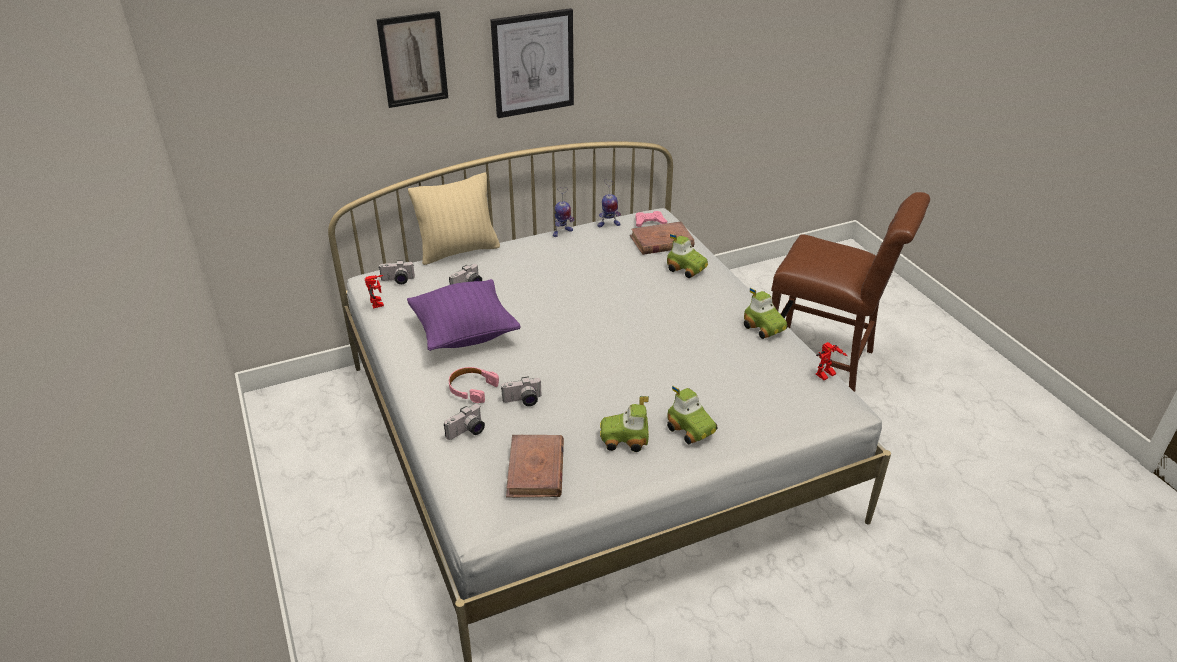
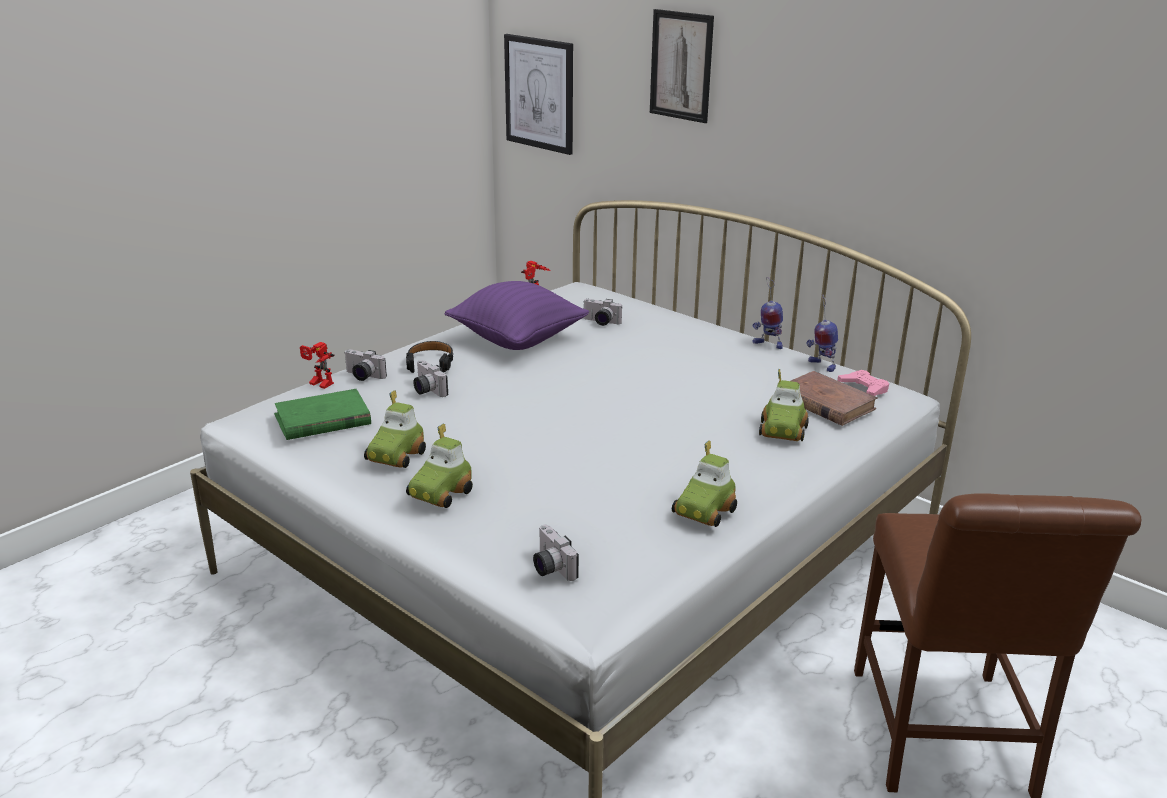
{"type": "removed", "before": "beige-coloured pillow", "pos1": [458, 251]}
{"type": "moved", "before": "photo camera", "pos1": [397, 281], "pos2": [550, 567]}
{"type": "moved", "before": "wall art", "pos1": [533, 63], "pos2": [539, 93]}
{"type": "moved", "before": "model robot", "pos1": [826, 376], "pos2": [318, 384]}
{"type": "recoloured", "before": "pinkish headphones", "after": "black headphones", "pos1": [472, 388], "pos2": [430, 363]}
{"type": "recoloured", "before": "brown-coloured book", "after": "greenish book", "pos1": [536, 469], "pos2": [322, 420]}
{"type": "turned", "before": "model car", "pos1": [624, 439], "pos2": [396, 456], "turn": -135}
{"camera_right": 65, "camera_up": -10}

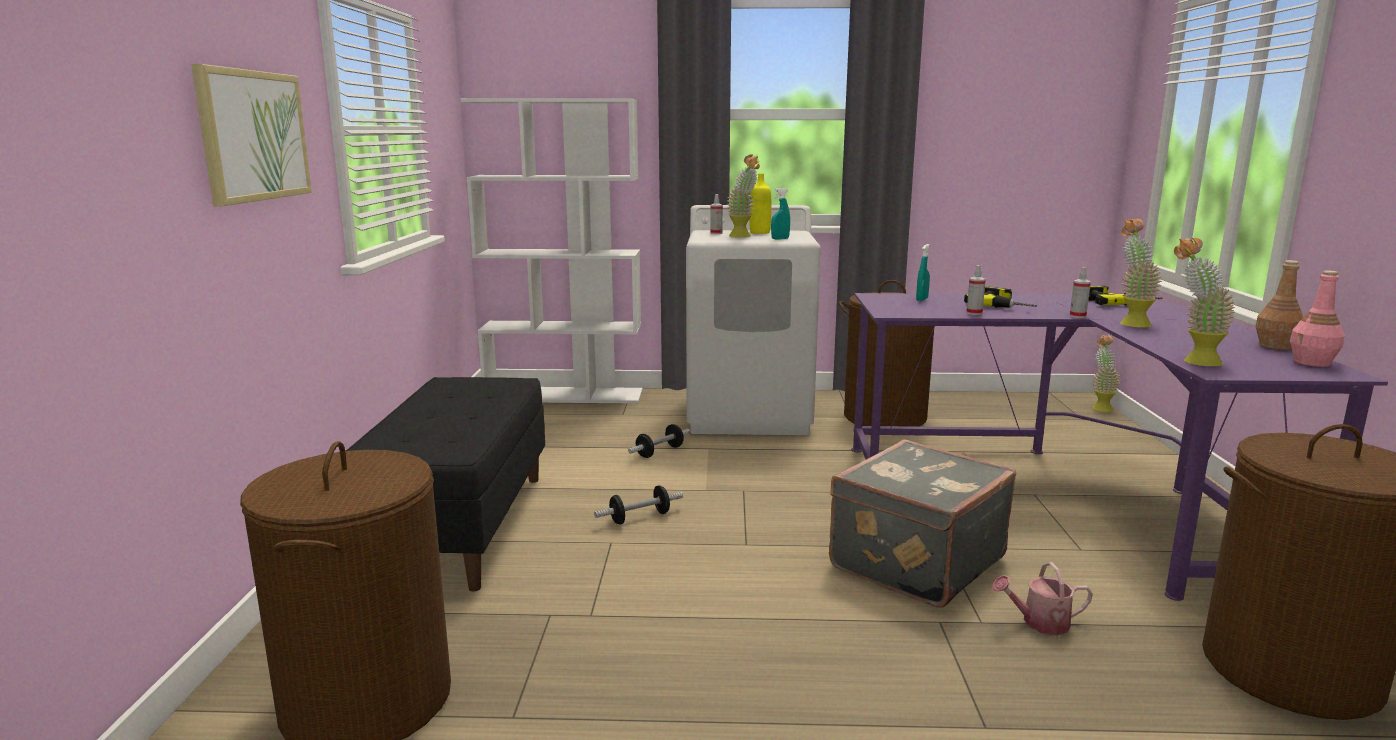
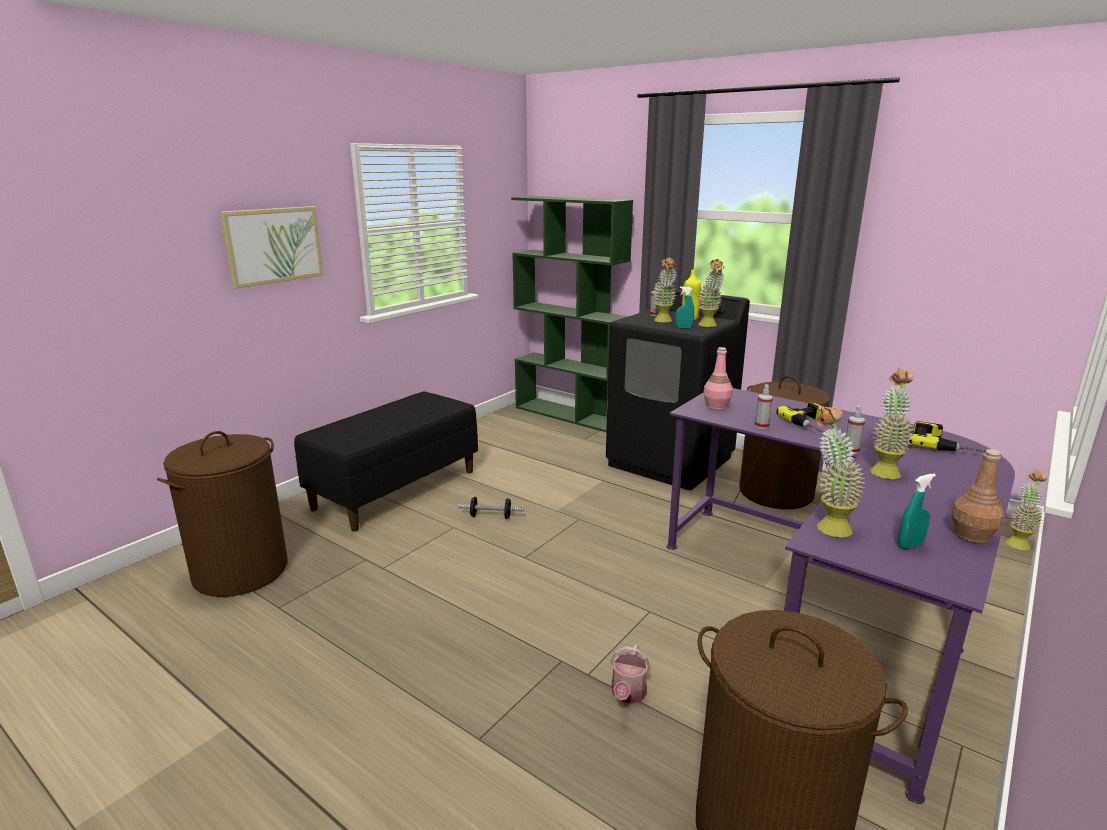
{"type": "removed", "before": "hand weight", "pos1": [659, 452]}
{"type": "removed", "before": "grey piece of luggage", "pos1": [914, 562]}
{"type": "added", "after": "potted plant", "pos2": [709, 326]}
{"type": "moved", "before": "turquoise-coloured spray bottle", "pos1": [922, 299], "pos2": [910, 545]}
{"type": "moved", "before": "pinkish bottle", "pos1": [1312, 363], "pos2": [716, 406]}
{"type": "recoloured", "before": "white-coloured bookshelf", "after": "greenish bookshelf", "pos1": [565, 395], "pos2": [569, 415]}
{"type": "recoloured", "before": "white-coloured laundry appliance", "after": "black laundry appliance", "pos1": [749, 414], "pos2": [670, 461]}
{"type": "turned", "before": "watering pot", "pos1": [1039, 623], "pos2": [627, 694], "turn": -105}
{"camera_right": 35, "camera_up": 5}

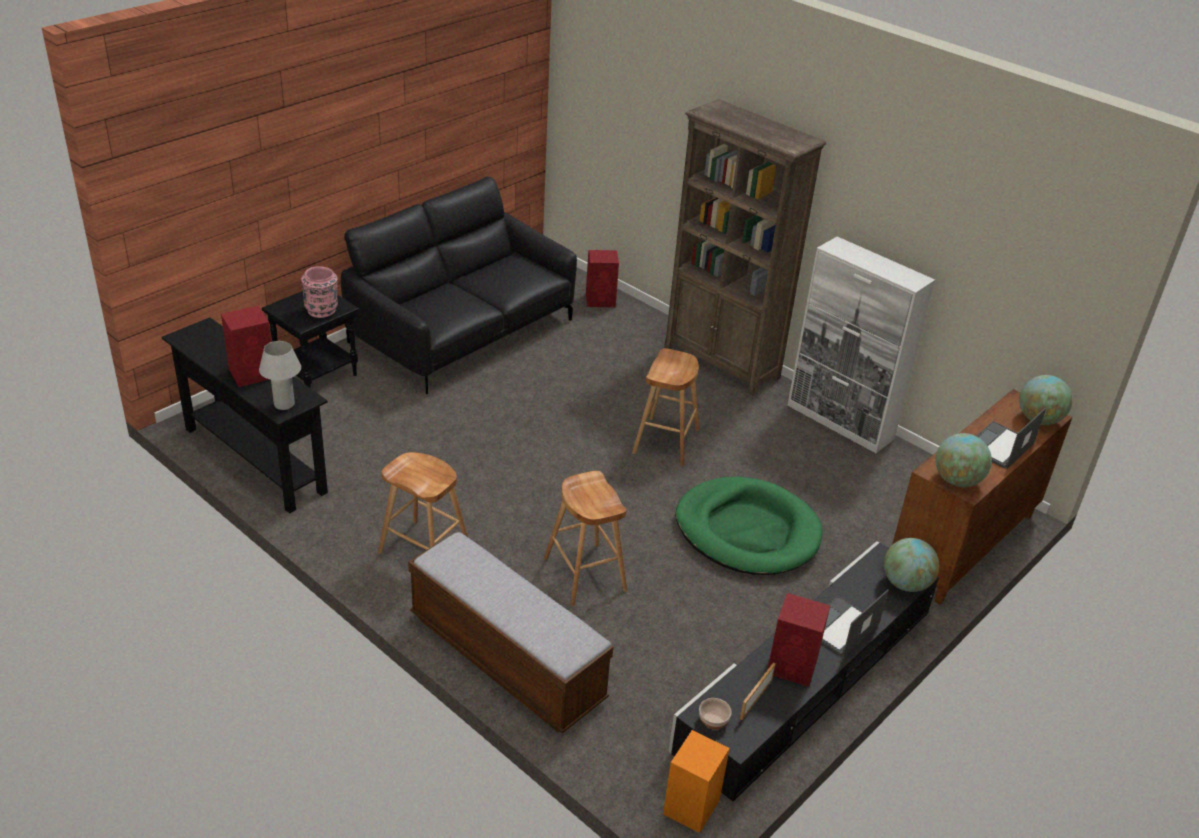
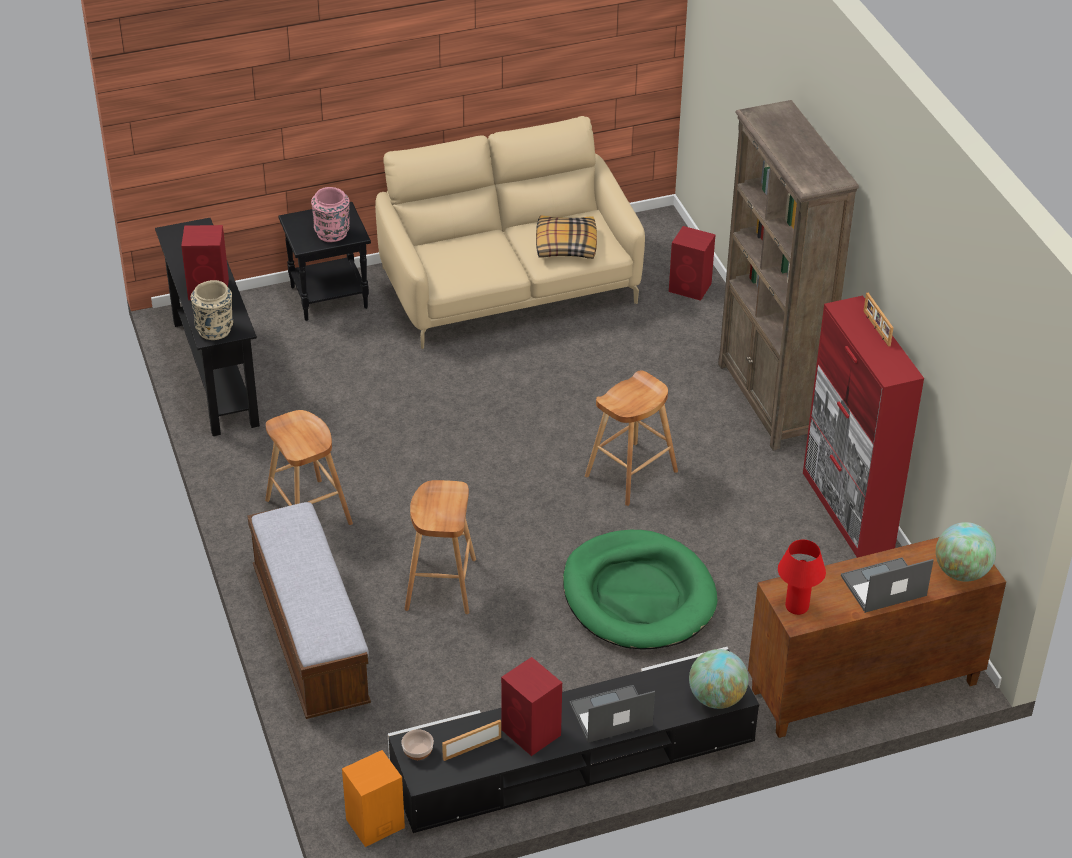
{"type": "added", "after": "pillow", "pos2": [565, 245]}
{"type": "added", "after": "picture frame", "pos2": [876, 328]}
{"type": "replaced", "before": "white-coloured table lamp", "after": "beige-coloured vase", "pos1": [284, 404], "pos2": [215, 330]}
{"type": "replaced", "before": "world globe", "after": "reddish table lamp", "pos1": [957, 480], "pos2": [797, 607]}
{"type": "recoloured", "before": "black couch", "after": "beige-coloured couch", "pos1": [462, 331], "pos2": [509, 286]}
{"type": "recoloured", "before": "white-coloured cabinet", "after": "reddish cabinet", "pos1": [840, 422], "pos2": [847, 511]}
{"camera_right": 30, "camera_up": 5}

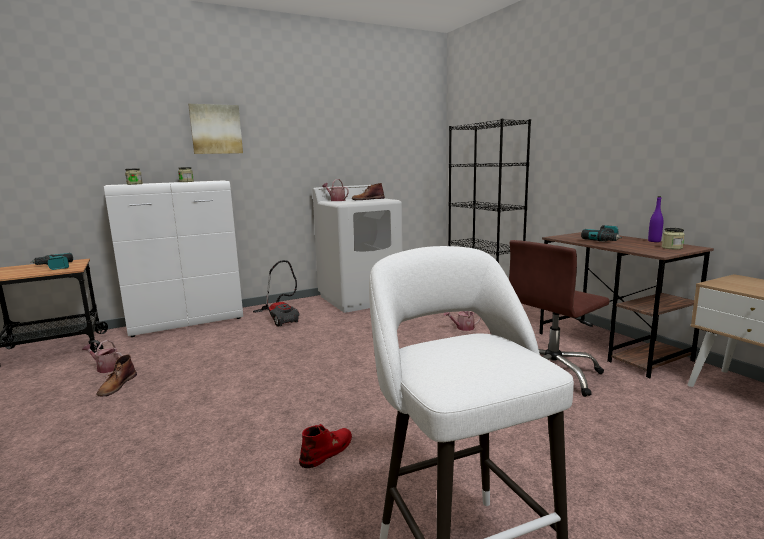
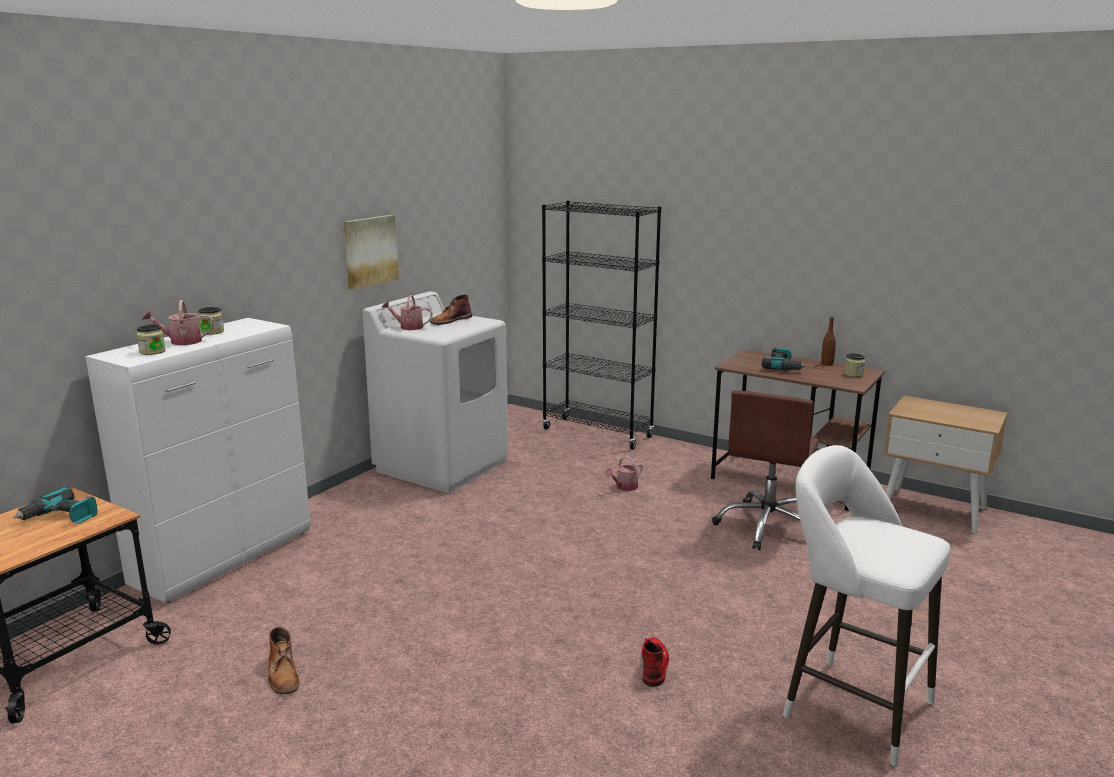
{"type": "removed", "before": "vacuum cleaner", "pos1": [281, 318]}
{"type": "moved", "before": "watering pot", "pos1": [106, 368], "pos2": [181, 342]}
{"type": "moved", "before": "wall art", "pos1": [216, 129], "pos2": [369, 251]}
{"type": "recoloured", "before": "purplish bottle", "after": "brown-coloured bottle", "pos1": [654, 241], "pos2": [827, 364]}
{"camera_right": -30, "camera_up": 5}

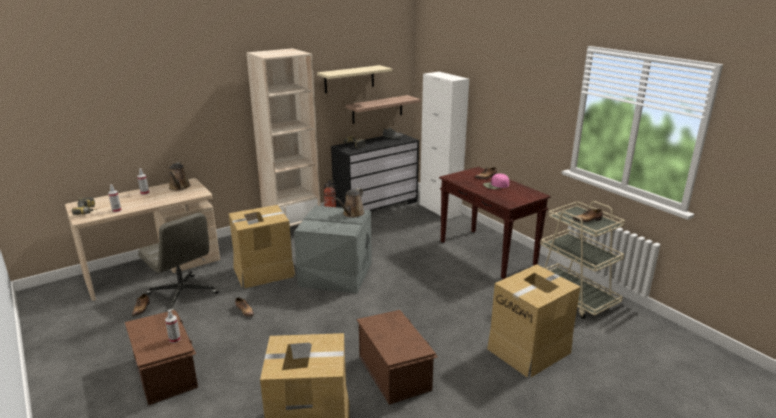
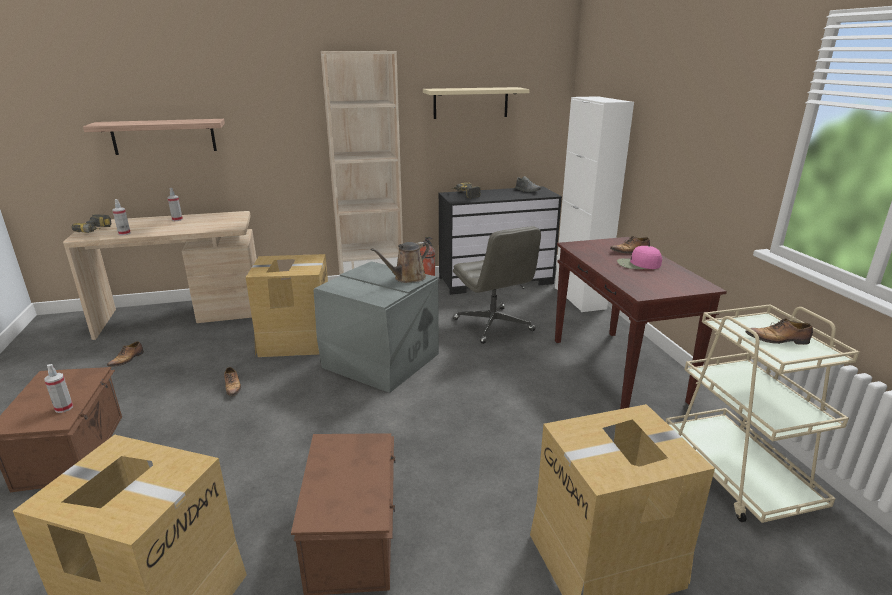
{"type": "removed", "before": "brown-coloured watering pot", "pos1": [179, 187]}
{"type": "moved", "before": "grey office chair", "pos1": [183, 294], "pos2": [493, 325]}
{"type": "moved", "before": "bracket shelf", "pos1": [377, 109], "pos2": [164, 136]}
{"camera_right": 20, "camera_up": 0}

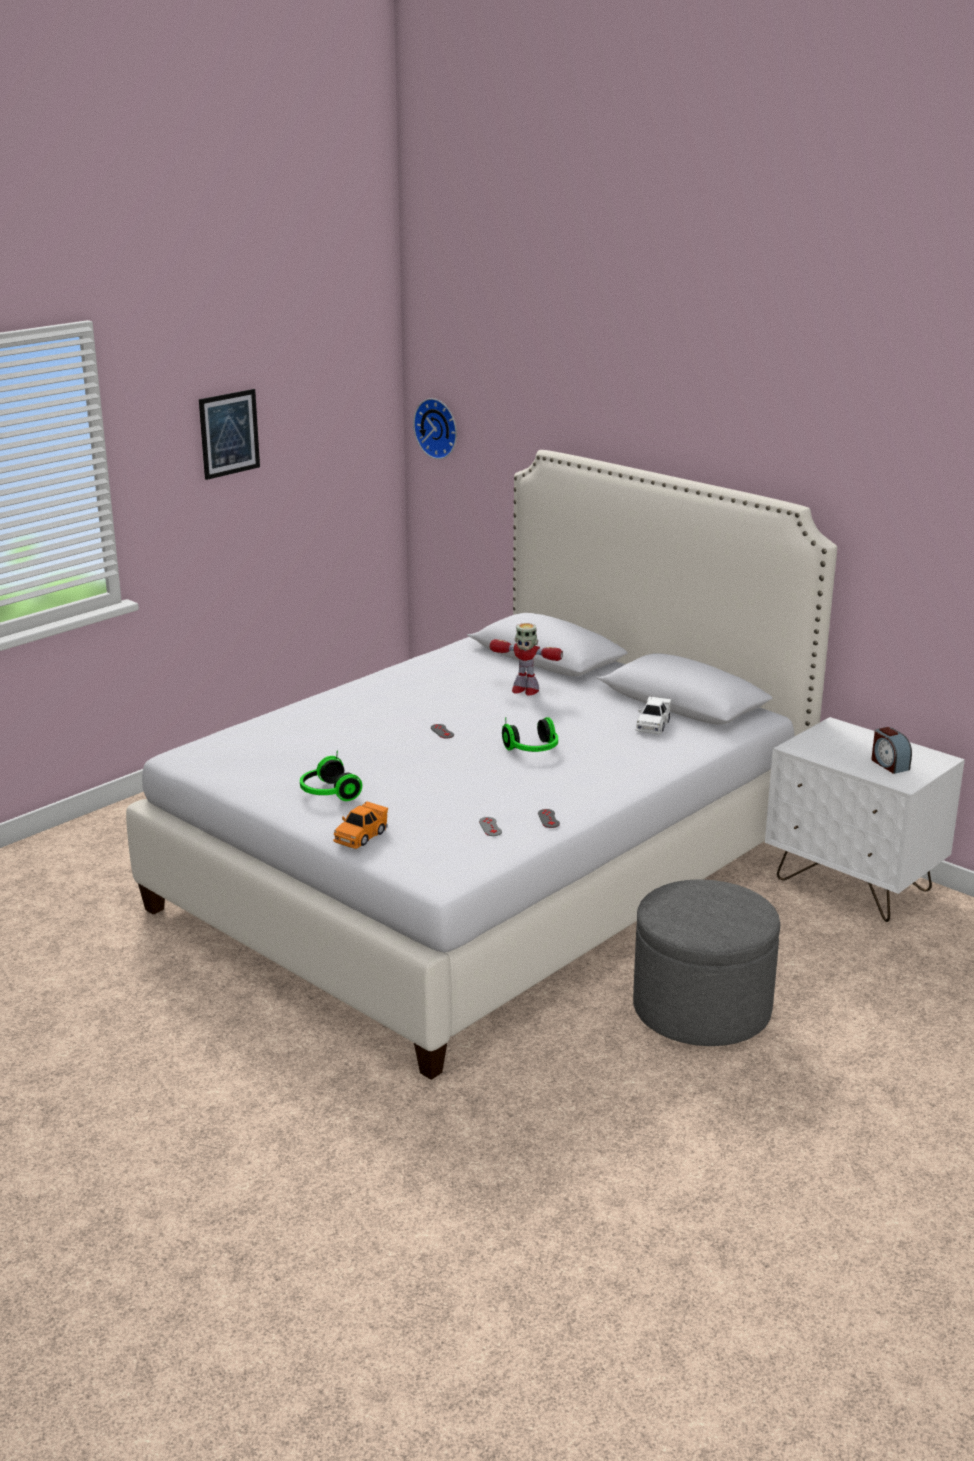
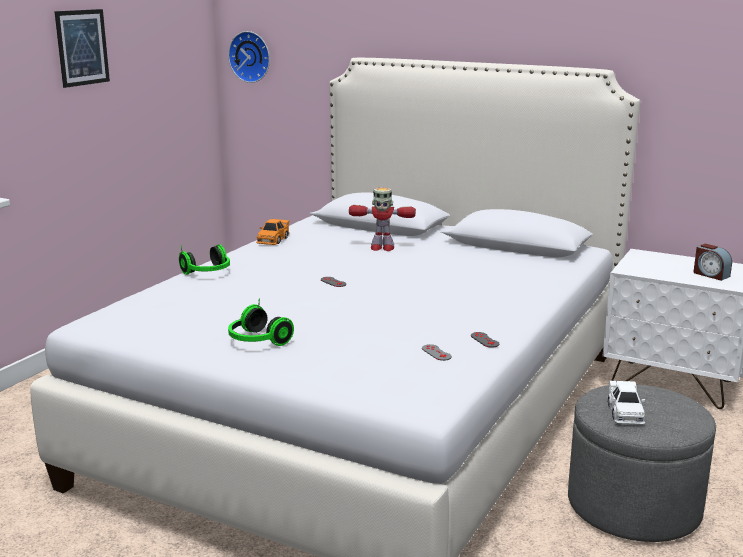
{"type": "moved", "before": "orange-coloured model car", "pos1": [361, 836], "pos2": [273, 240]}
{"type": "moved", "before": "headphones", "pos1": [533, 750], "pos2": [208, 273]}
{"type": "moved", "before": "white-coloured model car", "pos1": [653, 725], "pos2": [625, 413]}
{"camera_right": -15, "camera_up": -5}

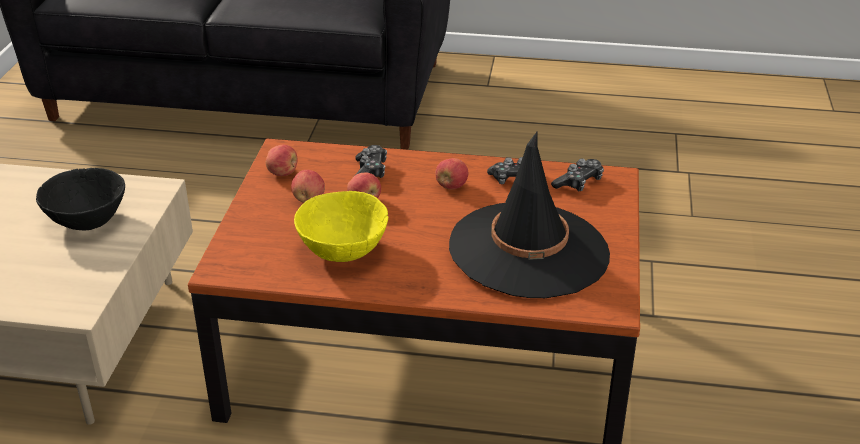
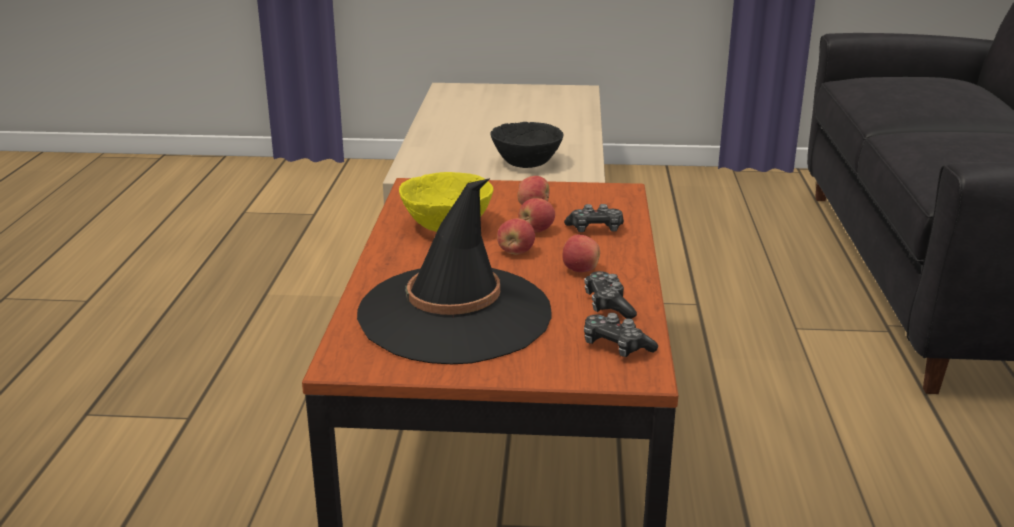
{"type": "moved", "before": "whole apple", "pos1": [283, 173], "pos2": [516, 252]}
{"camera_right": 85, "camera_up": -10}

